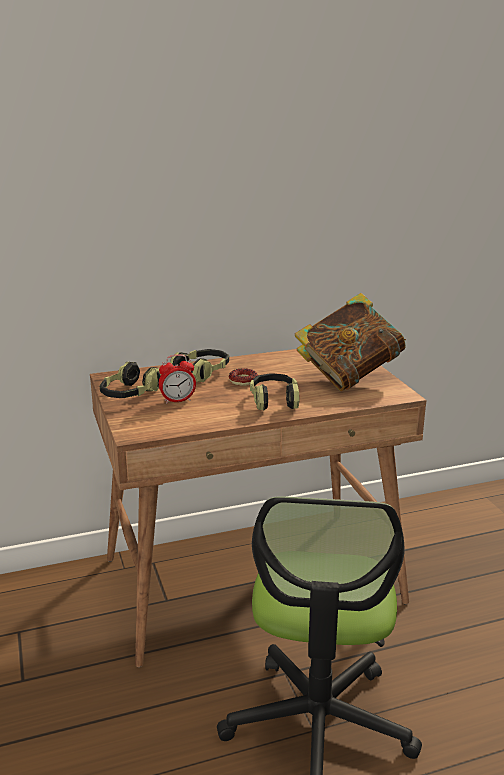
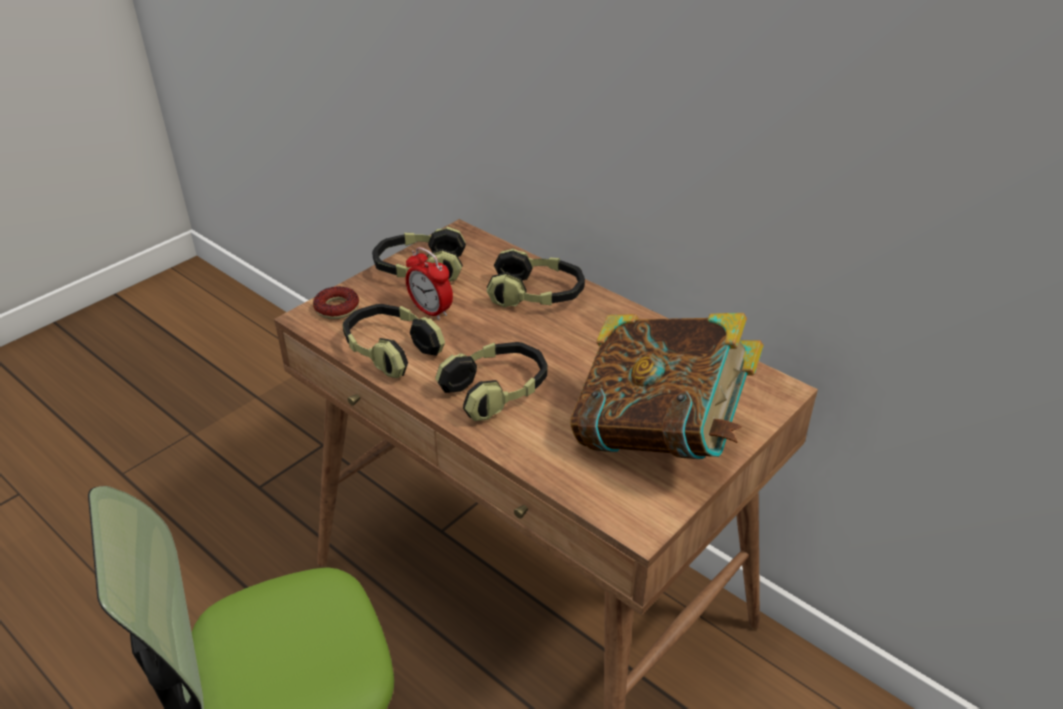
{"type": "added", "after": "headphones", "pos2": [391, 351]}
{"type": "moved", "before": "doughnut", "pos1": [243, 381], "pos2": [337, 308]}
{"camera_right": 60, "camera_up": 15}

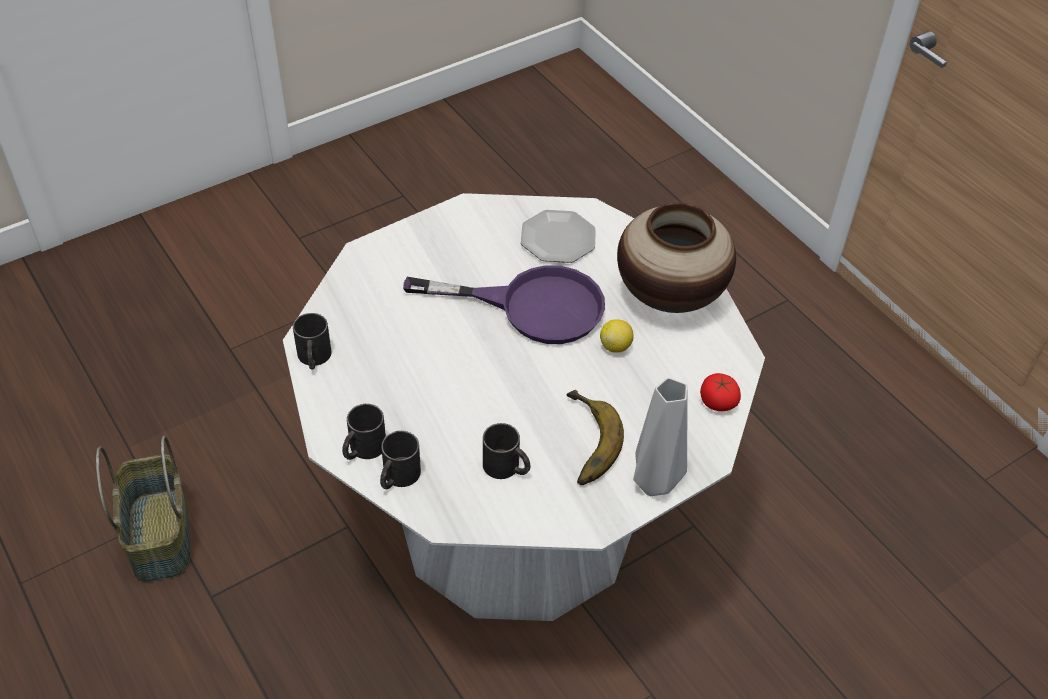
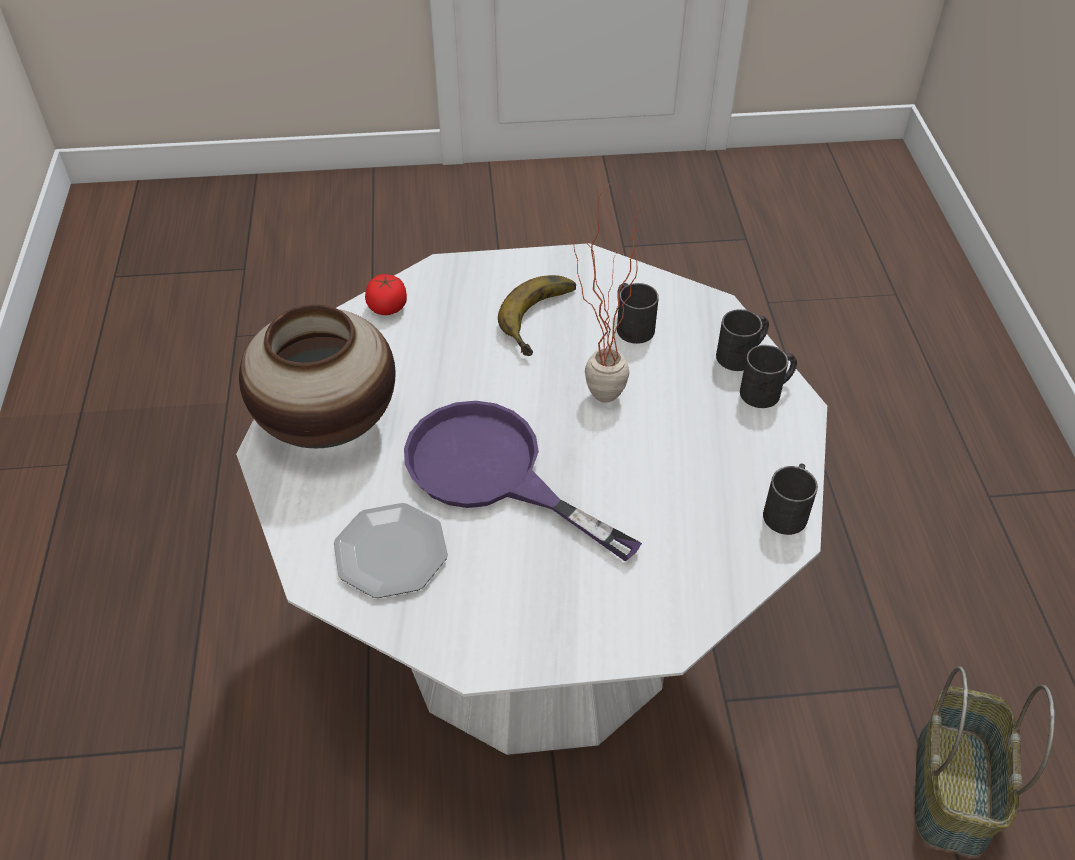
{"type": "removed", "before": "lemon", "pos1": [615, 346]}
{"type": "removed", "before": "grey vase", "pos1": [656, 481]}
{"type": "added", "after": "potted plant", "pos2": [593, 401]}
{"camera_right": -150, "camera_up": 0}

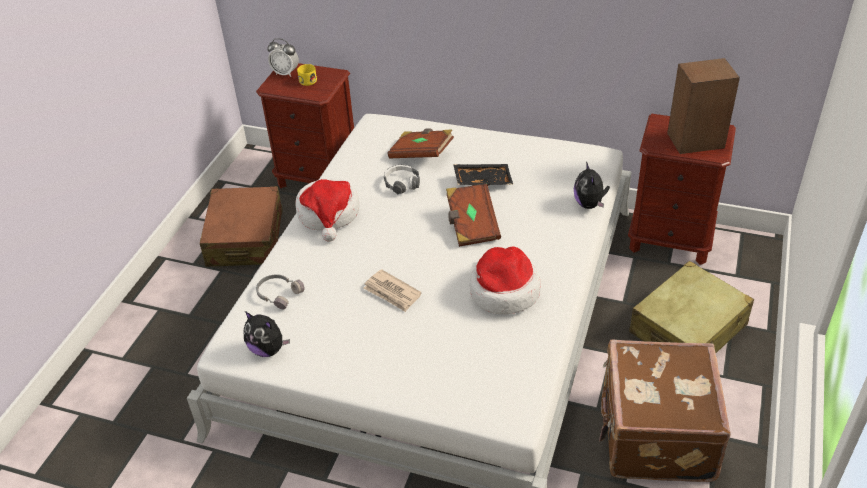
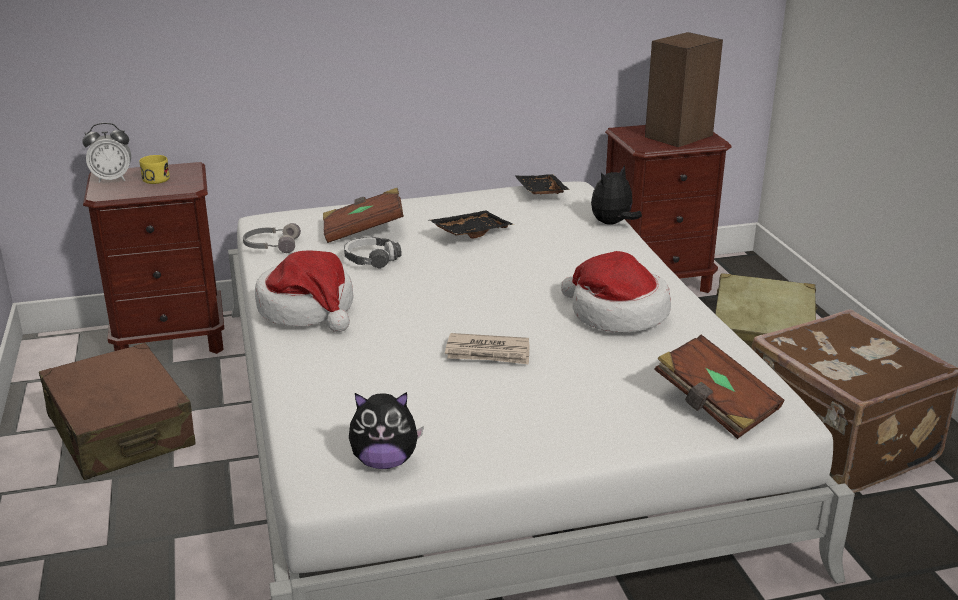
{"type": "added", "after": "black tray", "pos2": [539, 192]}
{"type": "moved", "before": "grey headphones", "pos1": [279, 294], "pos2": [271, 245]}
{"type": "moved", "before": "brown-coloured book", "pos1": [471, 225], "pos2": [715, 406]}
{"type": "turned", "before": "soft toy", "pos1": [589, 204], "pos2": [612, 224], "turn": 90}
{"camera_right": -35, "camera_up": -15}

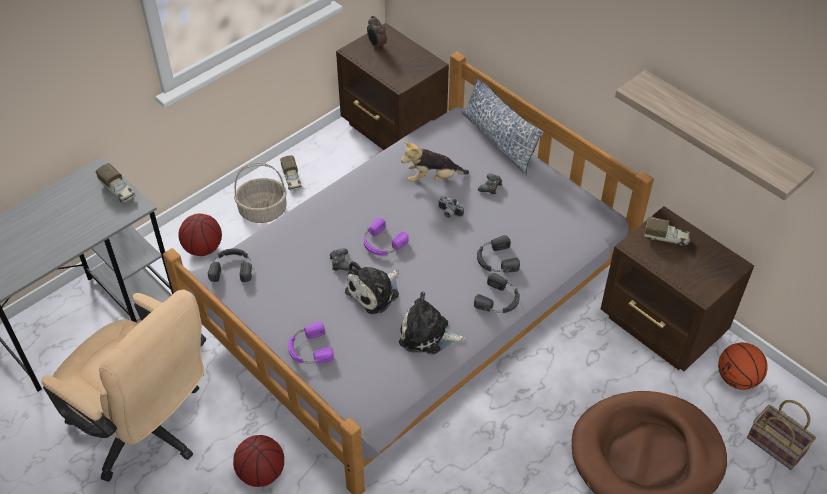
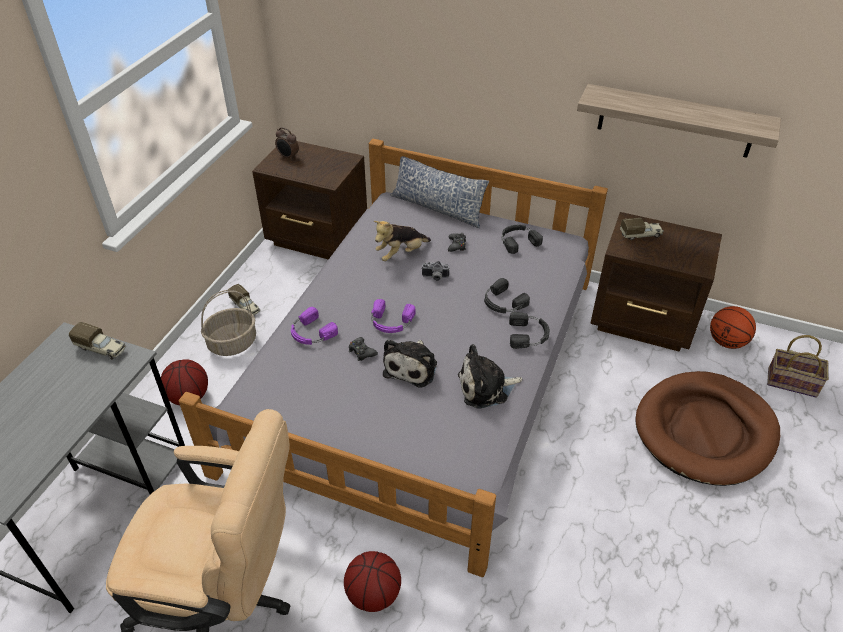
{"type": "moved", "before": "black headphones", "pos1": [232, 268], "pos2": [518, 240]}
{"type": "moved", "before": "purplish headphones", "pos1": [309, 349], "pos2": [311, 333]}
{"camera_right": -25, "camera_up": -5}

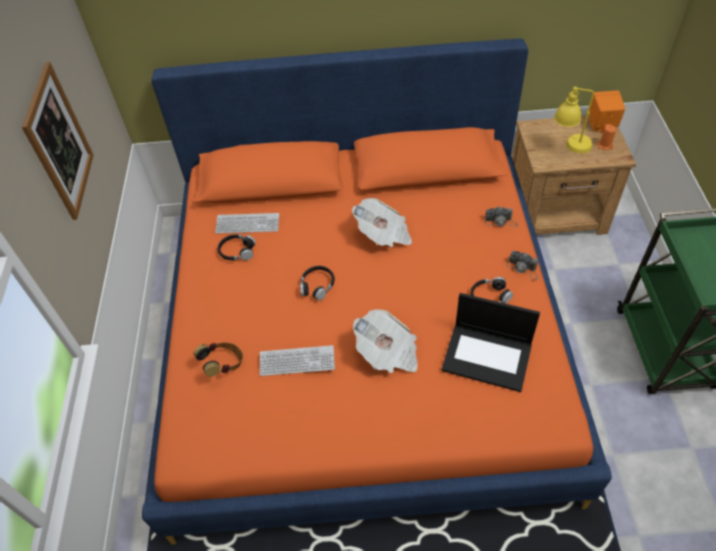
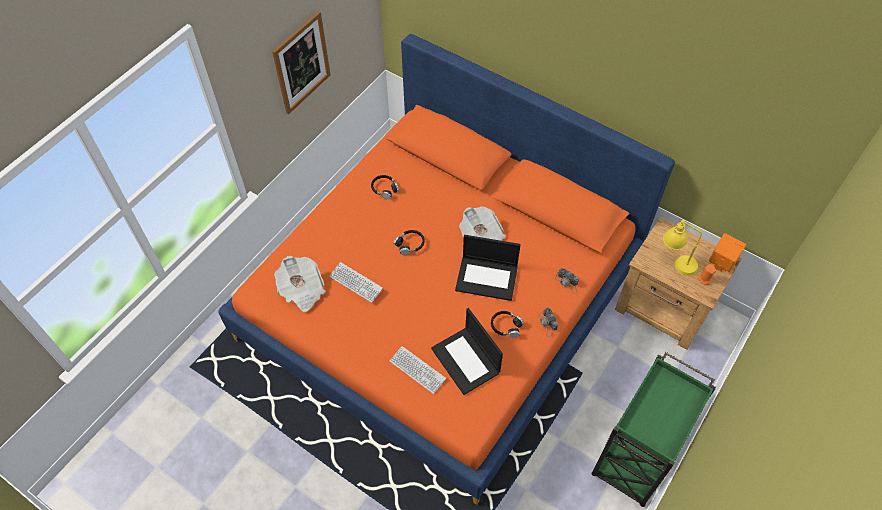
{"type": "removed", "before": "headphones", "pos1": [223, 365]}
{"type": "added", "after": "portable computer", "pos2": [487, 278]}
{"type": "moved", "before": "PC keyboard", "pos1": [247, 224], "pos2": [417, 370]}
{"type": "moved", "before": "daily paper", "pos1": [388, 353], "pos2": [302, 290]}
{"camera_right": 35, "camera_up": 5}

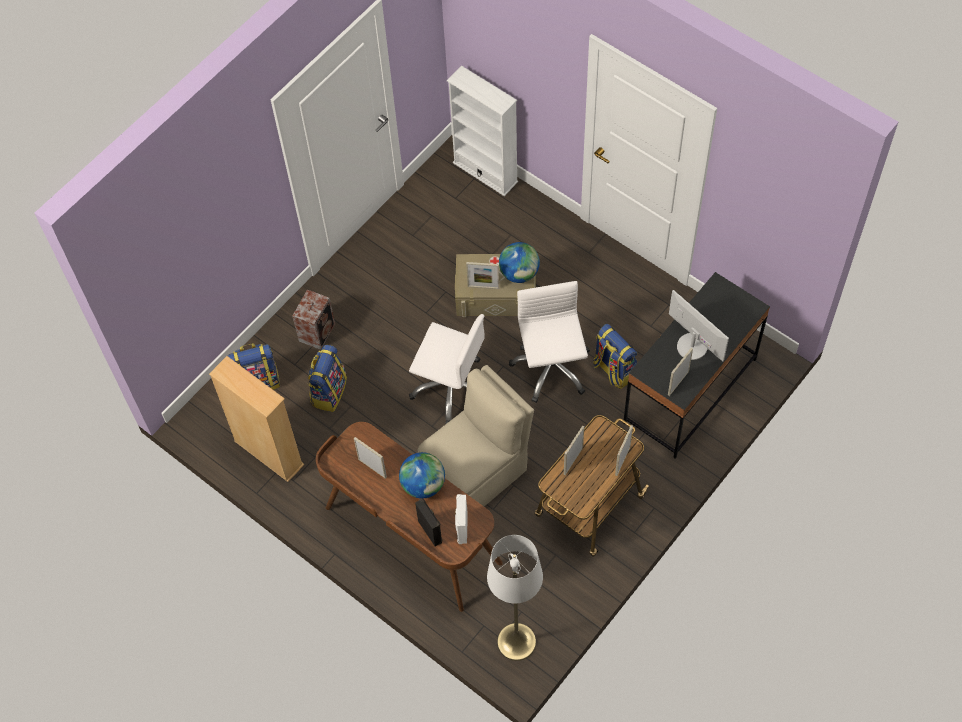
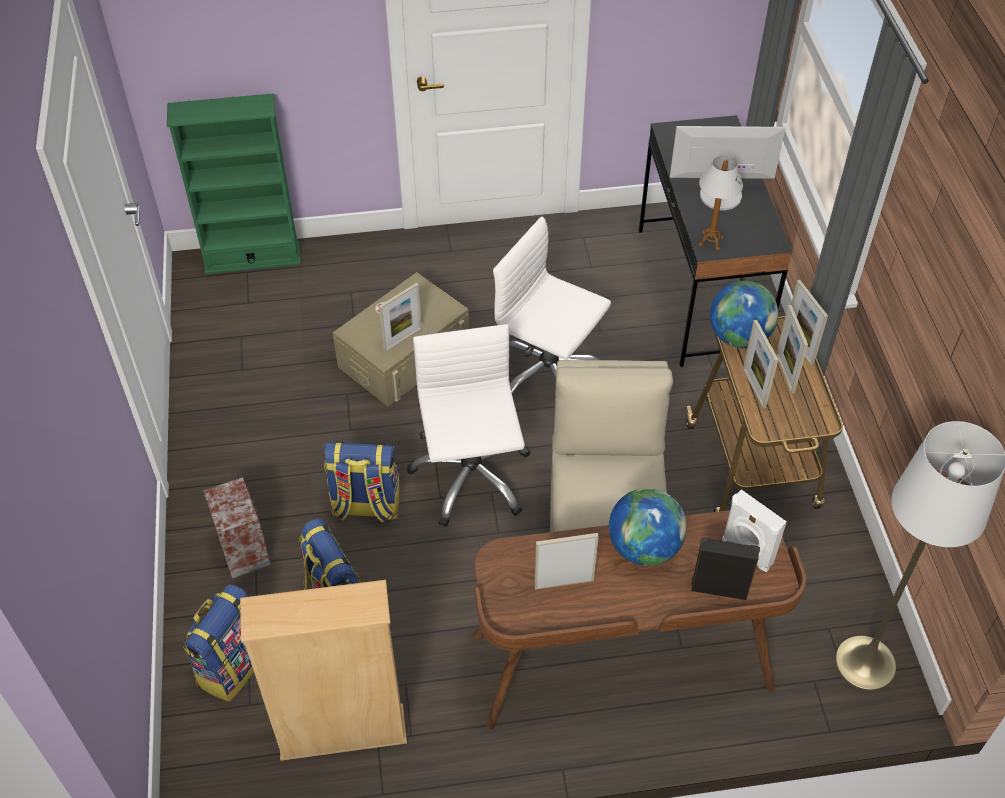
{"type": "added", "after": "table lamp", "pos2": [710, 241]}
{"type": "moved", "before": "world globe", "pos1": [519, 273], "pos2": [739, 336]}
{"type": "moved", "before": "rucksack", "pos1": [613, 370], "pos2": [366, 506]}
{"type": "moved", "before": "picture frame", "pos1": [678, 383], "pos2": [784, 373]}
{"type": "recoloured", "before": "white-coloured bookshelf", "after": "greenish bookshelf", "pos1": [485, 172], "pos2": [252, 258]}
{"type": "turned", "before": "white-coloured office chair", "pos1": [452, 387], "pos2": [470, 477], "turn": -75}
{"camera_right": -50, "camera_up": -10}

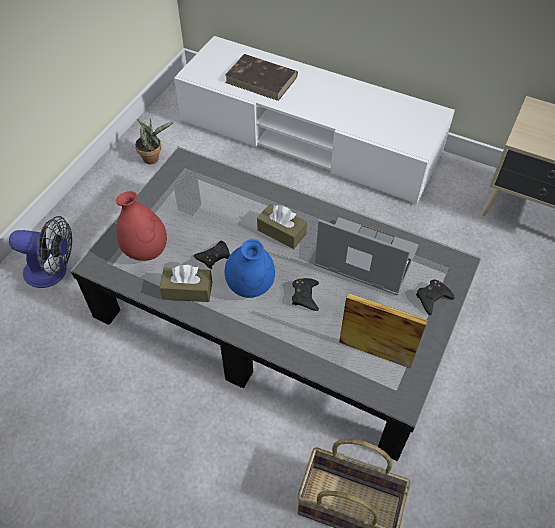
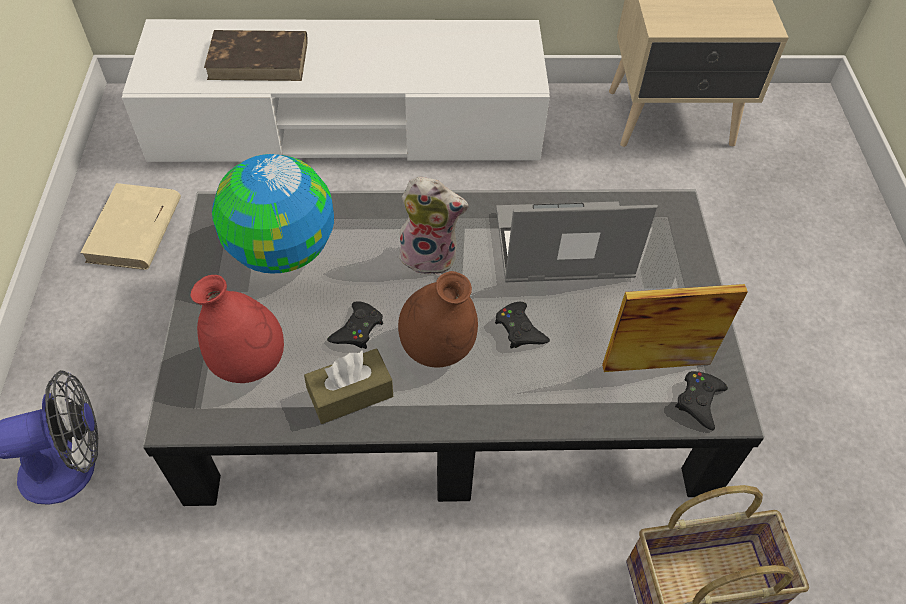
{"type": "added", "after": "world globe", "pos2": [282, 252]}
{"type": "moved", "before": "black gamepad", "pos1": [432, 298], "pos2": [699, 401]}
{"type": "replaced", "before": "potted plant", "after": "beige-coloured book", "pos1": [153, 158], "pos2": [134, 231]}
{"type": "replaced", "before": "brown-coloured tissue holder", "after": "soft toy", "pos1": [281, 232], "pos2": [430, 256]}
{"type": "recoloured", "before": "blue vase", "after": "brown-coloured vase", "pos1": [250, 287], "pos2": [437, 349]}
{"camera_right": -30, "camera_up": 0}

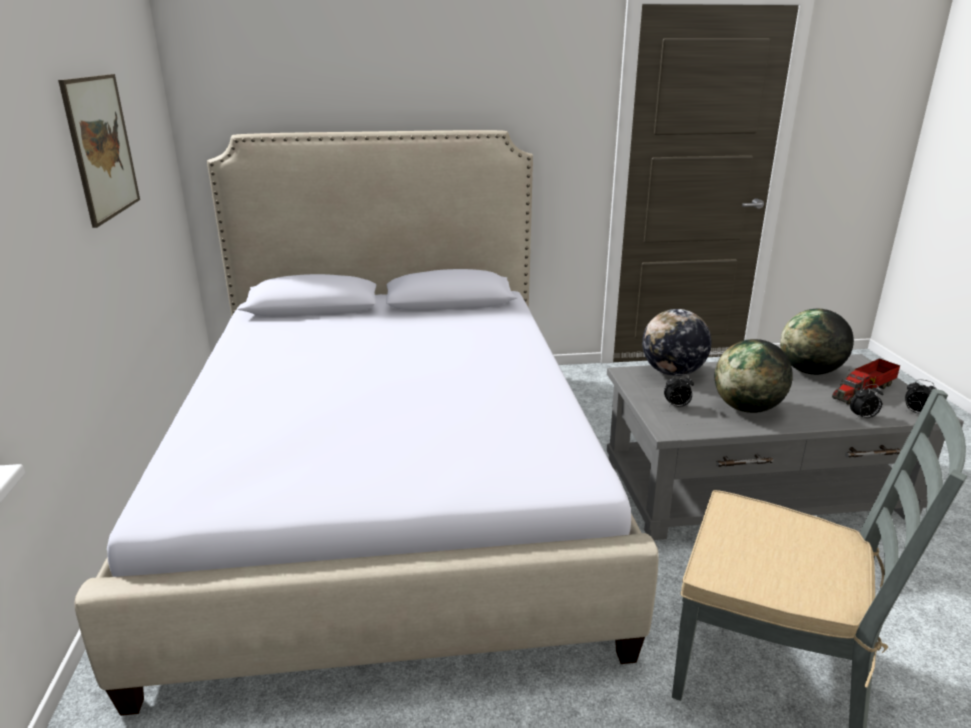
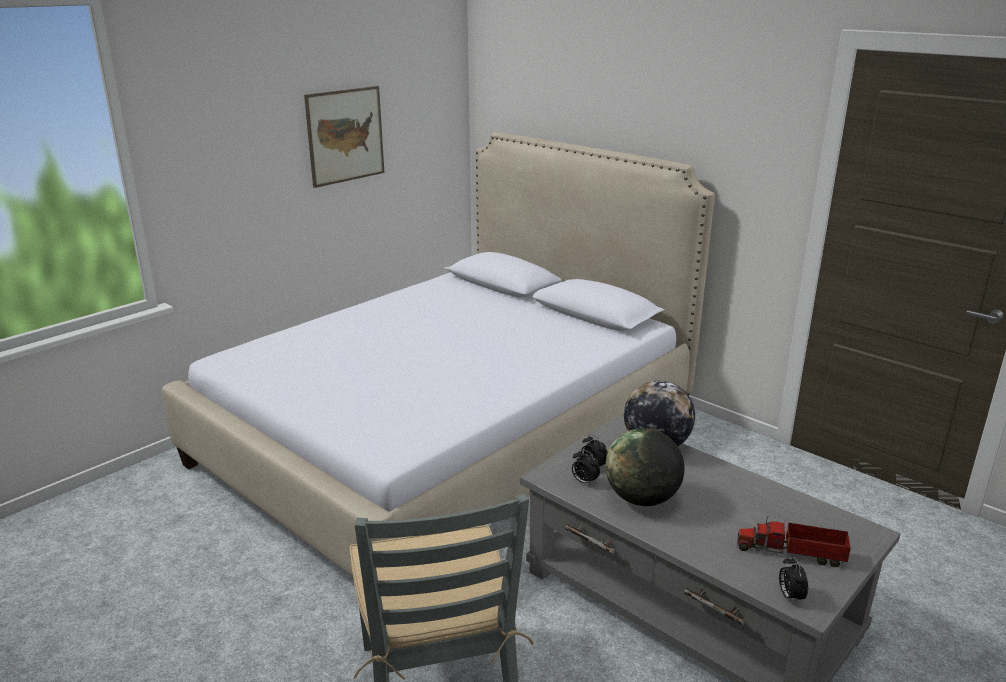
{"type": "removed", "before": "world globe", "pos1": [810, 371]}
{"type": "moved", "before": "alarm clock", "pos1": [863, 417], "pos2": [584, 482]}
{"camera_right": 50, "camera_up": 0}

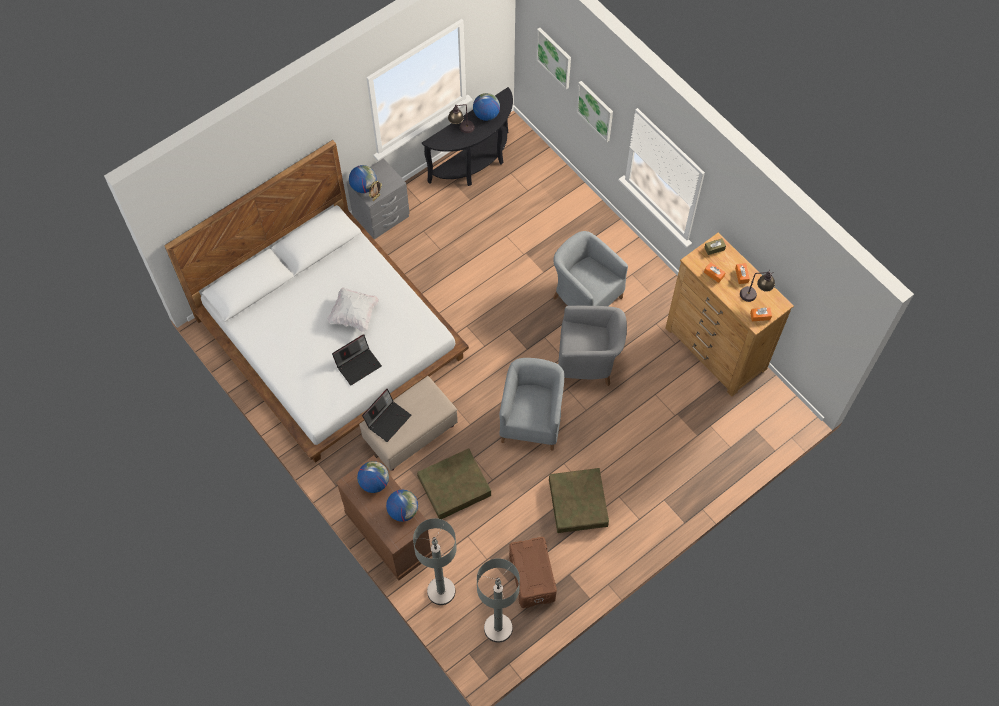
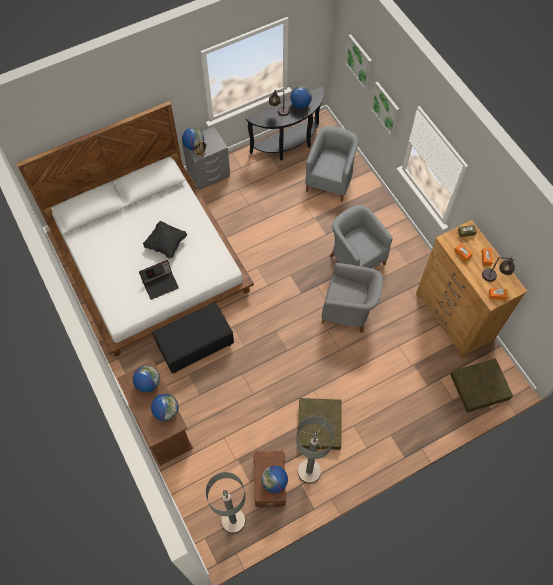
{"type": "removed", "before": "portable computer", "pos1": [388, 419]}
{"type": "added", "after": "world globe", "pos2": [274, 482]}
{"type": "moved", "before": "grey standard lamp", "pos1": [441, 591], "pos2": [309, 471]}
{"type": "moved", "before": "brown-coloured storage box", "pos1": [454, 486], "pos2": [479, 387]}
{"type": "moved", "before": "grey armchair", "pos1": [532, 419], "pos2": [330, 179]}
{"type": "recoloured", "before": "white-coloured pillow", "after": "black pillow", "pos1": [354, 314], "pos2": [166, 243]}
{"type": "recoloured", "before": "beige-coloured pouffe", "after": "black pouffe", "pos1": [411, 432], "pos2": [196, 345]}
{"camera_right": 10, "camera_up": 0}

